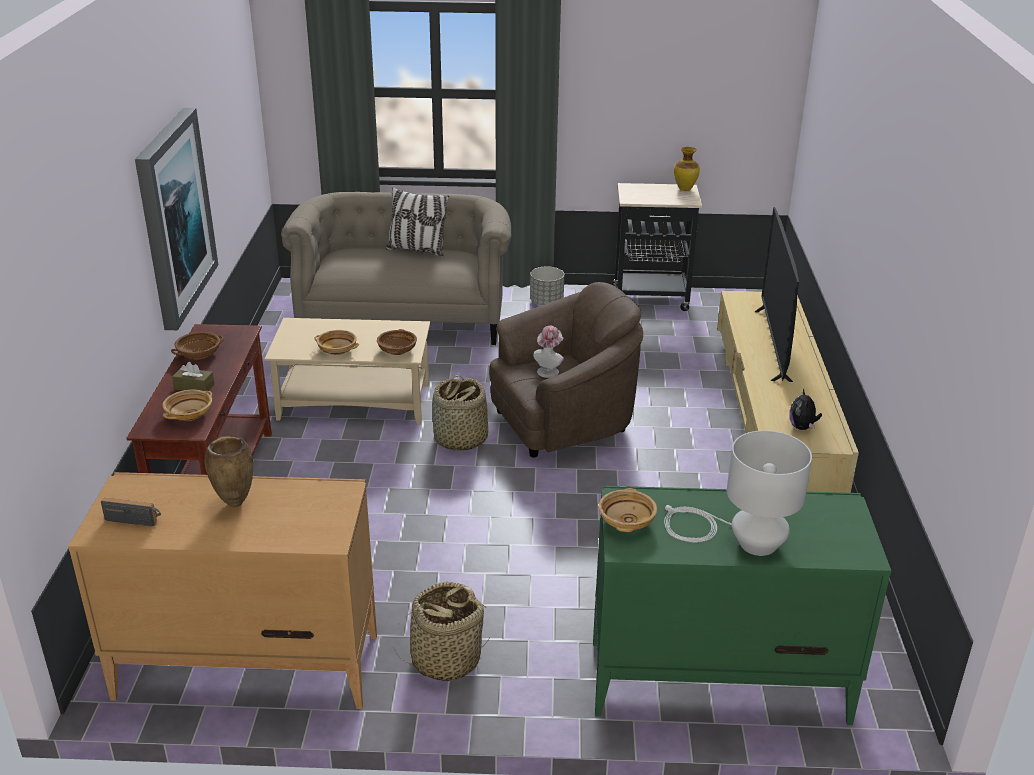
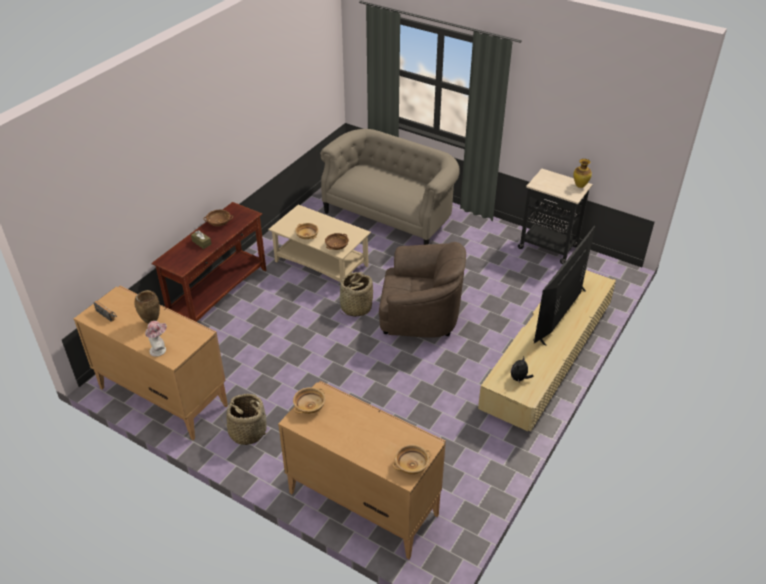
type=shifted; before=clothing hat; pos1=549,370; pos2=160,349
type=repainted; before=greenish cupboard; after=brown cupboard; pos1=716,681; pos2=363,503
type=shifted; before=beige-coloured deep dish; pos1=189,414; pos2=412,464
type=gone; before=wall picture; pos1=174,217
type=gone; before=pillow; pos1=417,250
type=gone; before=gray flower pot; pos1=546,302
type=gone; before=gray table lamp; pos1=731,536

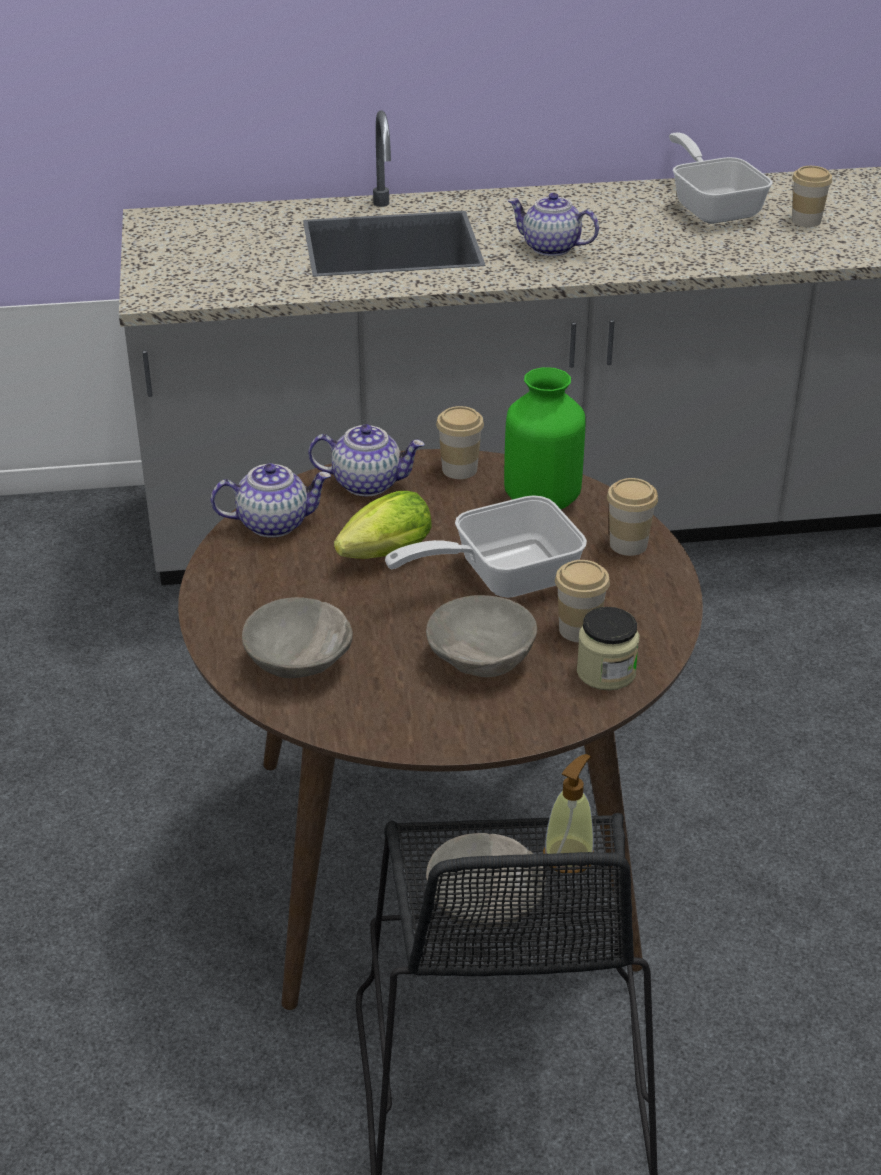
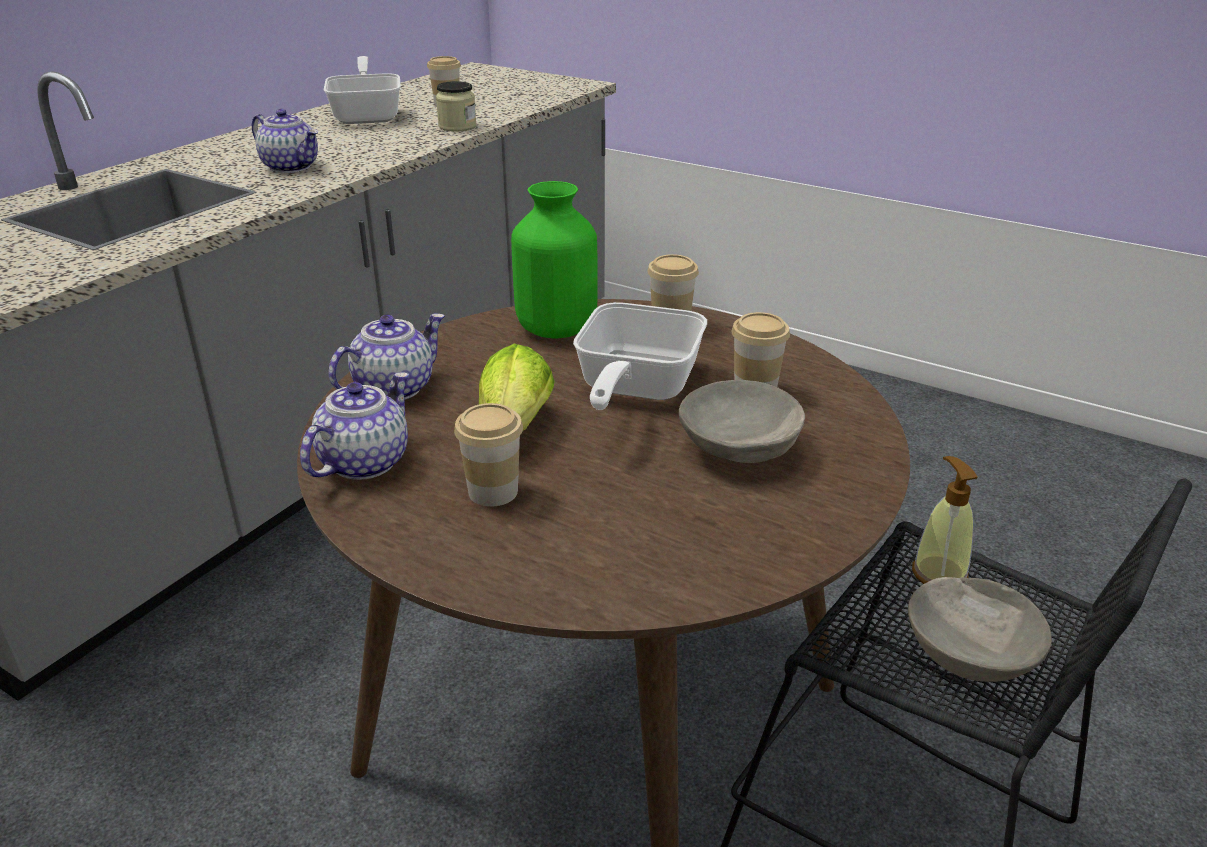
type=rotated; before=tea pot; pos1=550,248; pos2=291,167; turn=-120
type=rotated; before=frying pan; pos1=713,206; pos2=368,115; turn=60
type=shifted; before=jar; pos1=606,672; pos2=457,126
type=shifted; before=cup; pos1=459,469; pos2=493,491
type=gone; before=gray deep dish; pos1=298,661

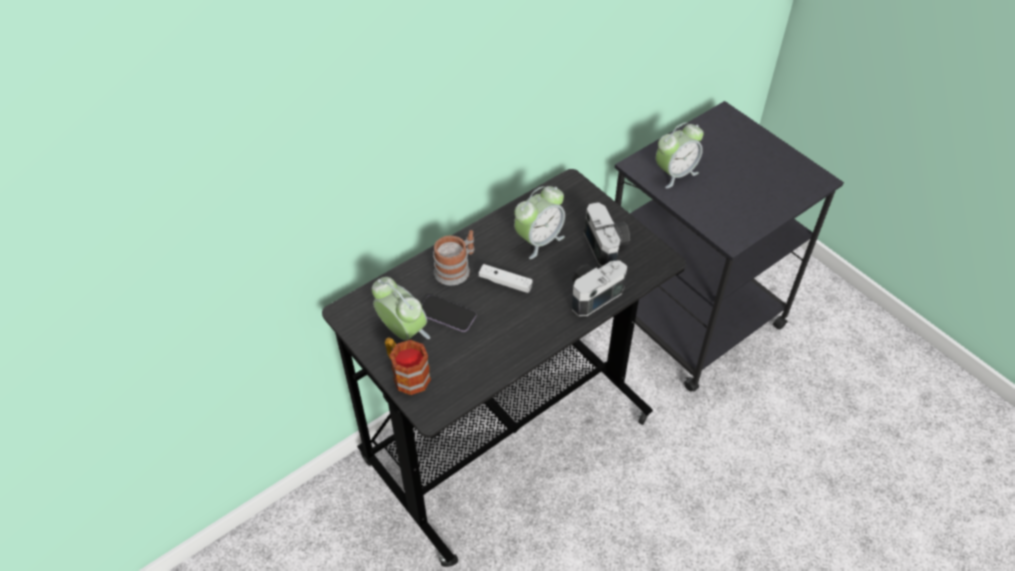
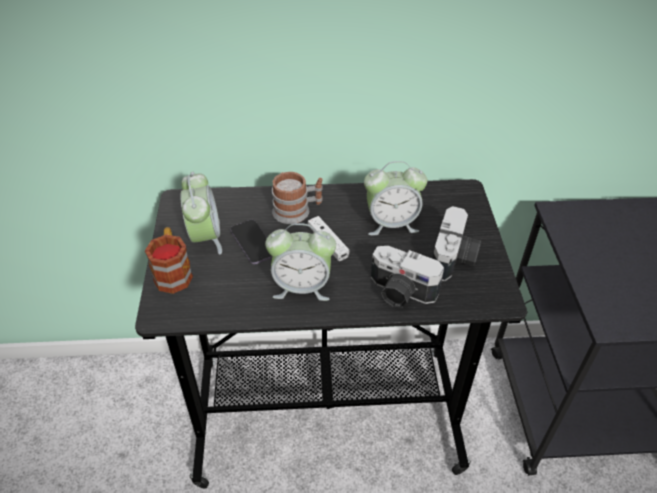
type=shifted; before=alarm clock; pos1=675,173; pos2=302,287
type=rotated; before=still camera; pos1=592,293; pos2=400,293; turn=-150

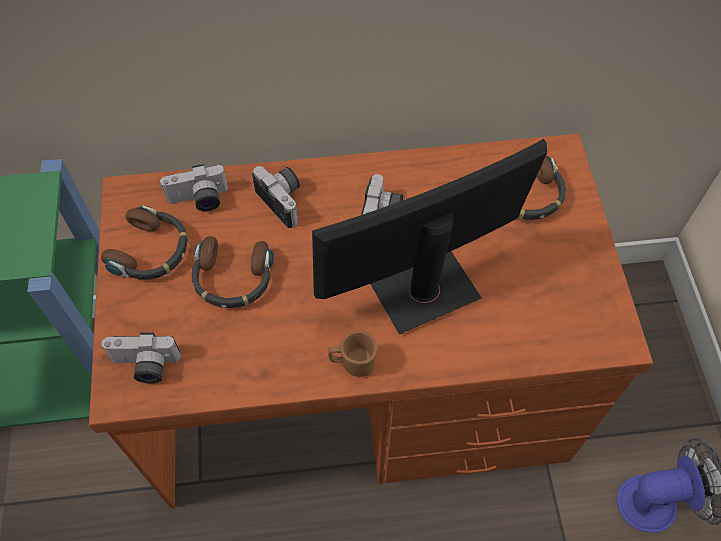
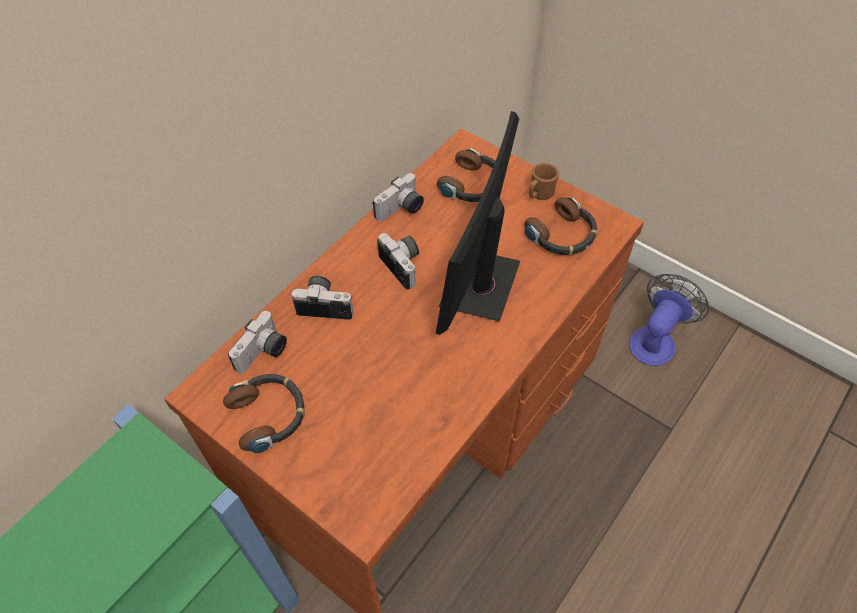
type=shifted; before=still camera; pos1=144,366; pos2=401,210
type=shifted; before=headset; pos1=232,278; pos2=562,235
type=shifted; before=brown tea mug; pos1=353,363; pos2=539,195

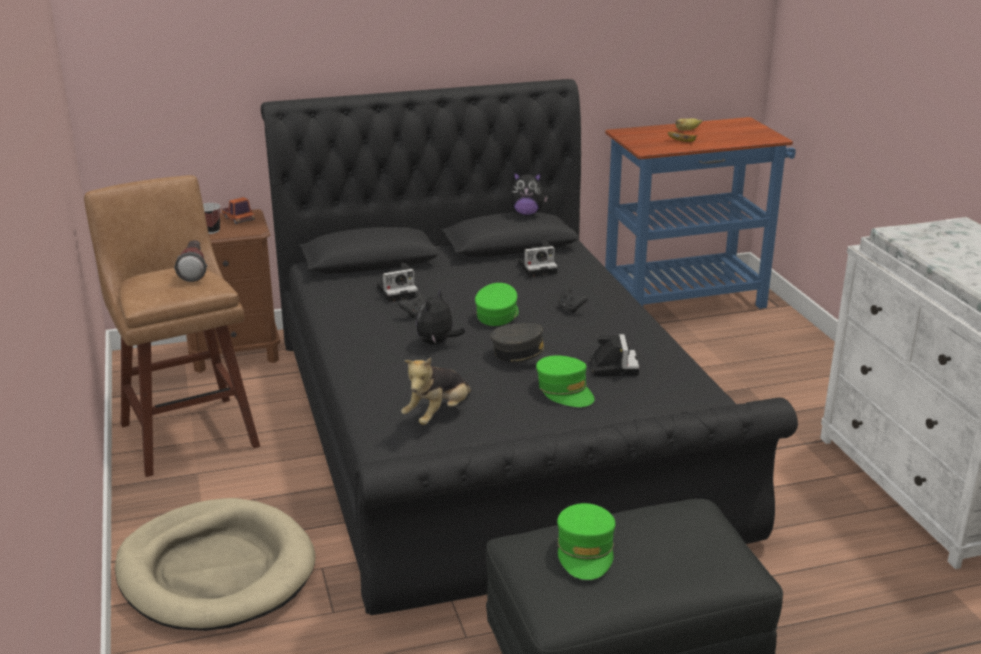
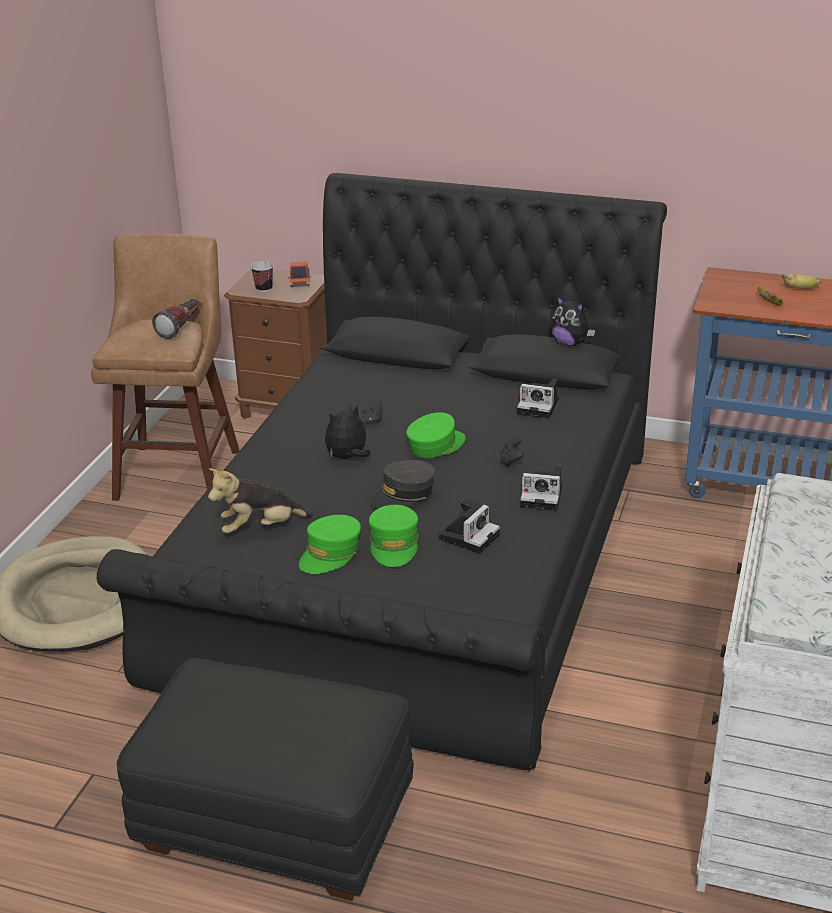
type=shifted; before=greenish peaked cap; pos1=585,551; pos2=330,554
type=rotated; before=gray peaked cap; pos1=523,354; pos2=404,495; turn=105
type=shifted; before=still camera; pos1=399,291; pos2=543,496

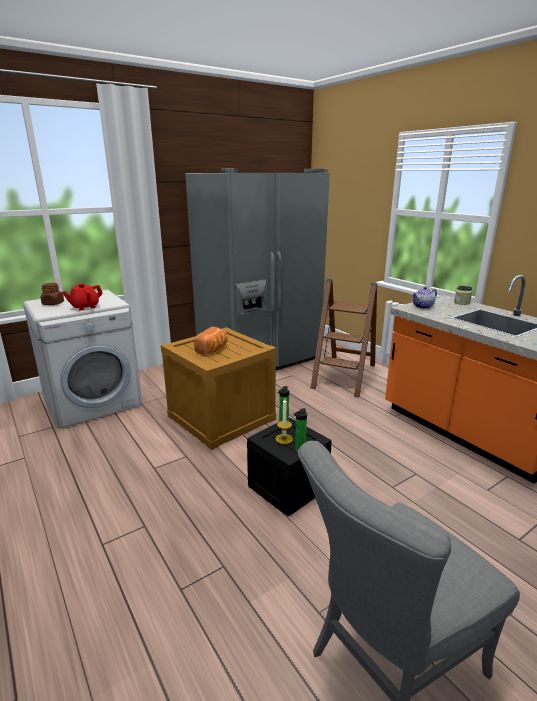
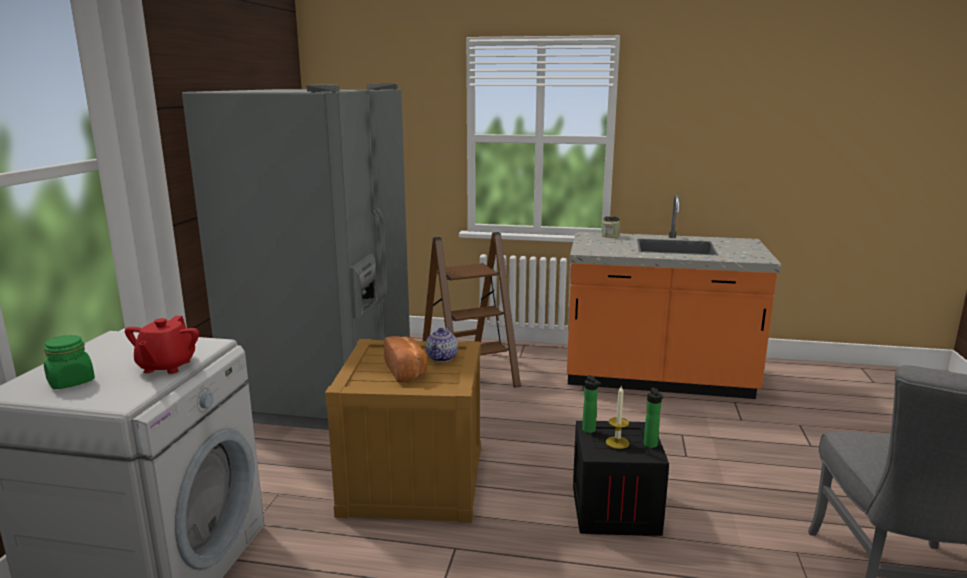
type=repainted; before=brown jar; after=greenish jar; pos1=53,303; pos2=71,382
type=shifted; before=tea pot; pos1=423,307; pos2=442,358

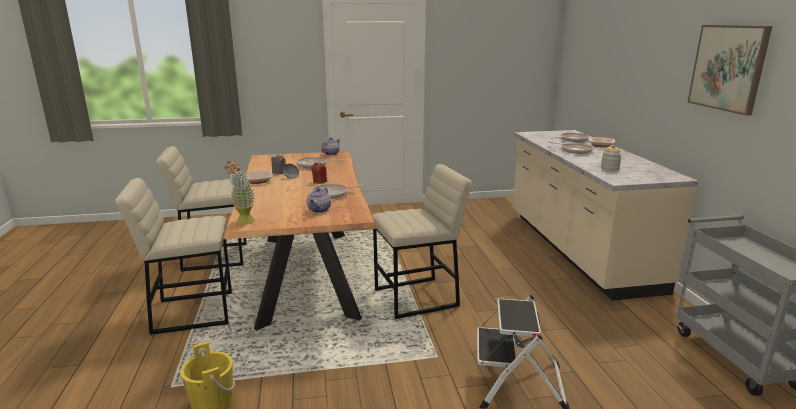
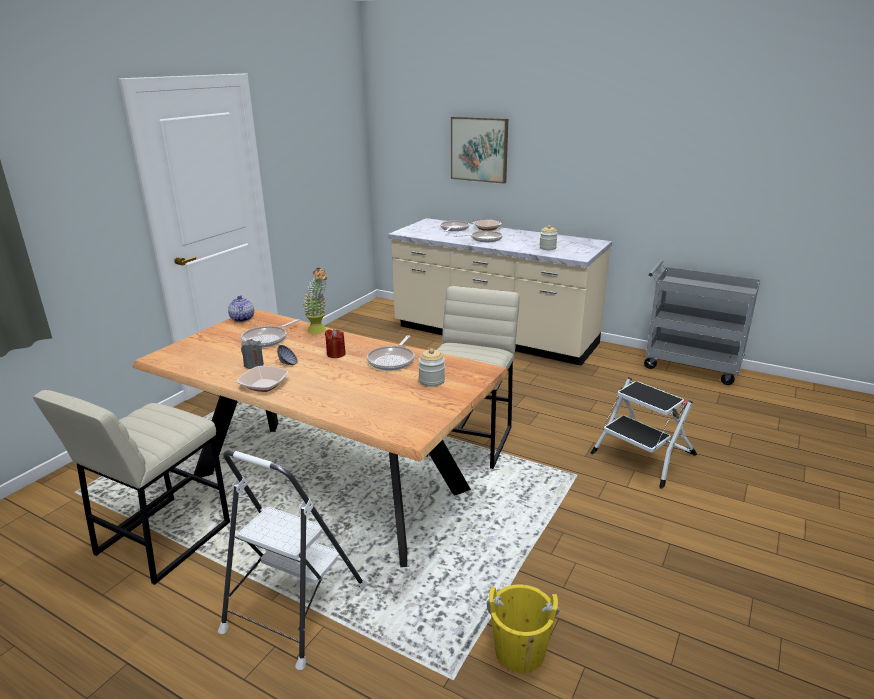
type=swapped; before=beige-coloured plain chair; after=white-coloured stepladder; pos1=191,312; pos2=292,609
type=shifted; before=plant in a pot; pos1=243,223; pos2=320,331
type=swapped; before=tea pot; after=jar; pos1=319,210; pos2=431,381
type=shifted; before=wall picture; pos1=728,68; pos2=479,149

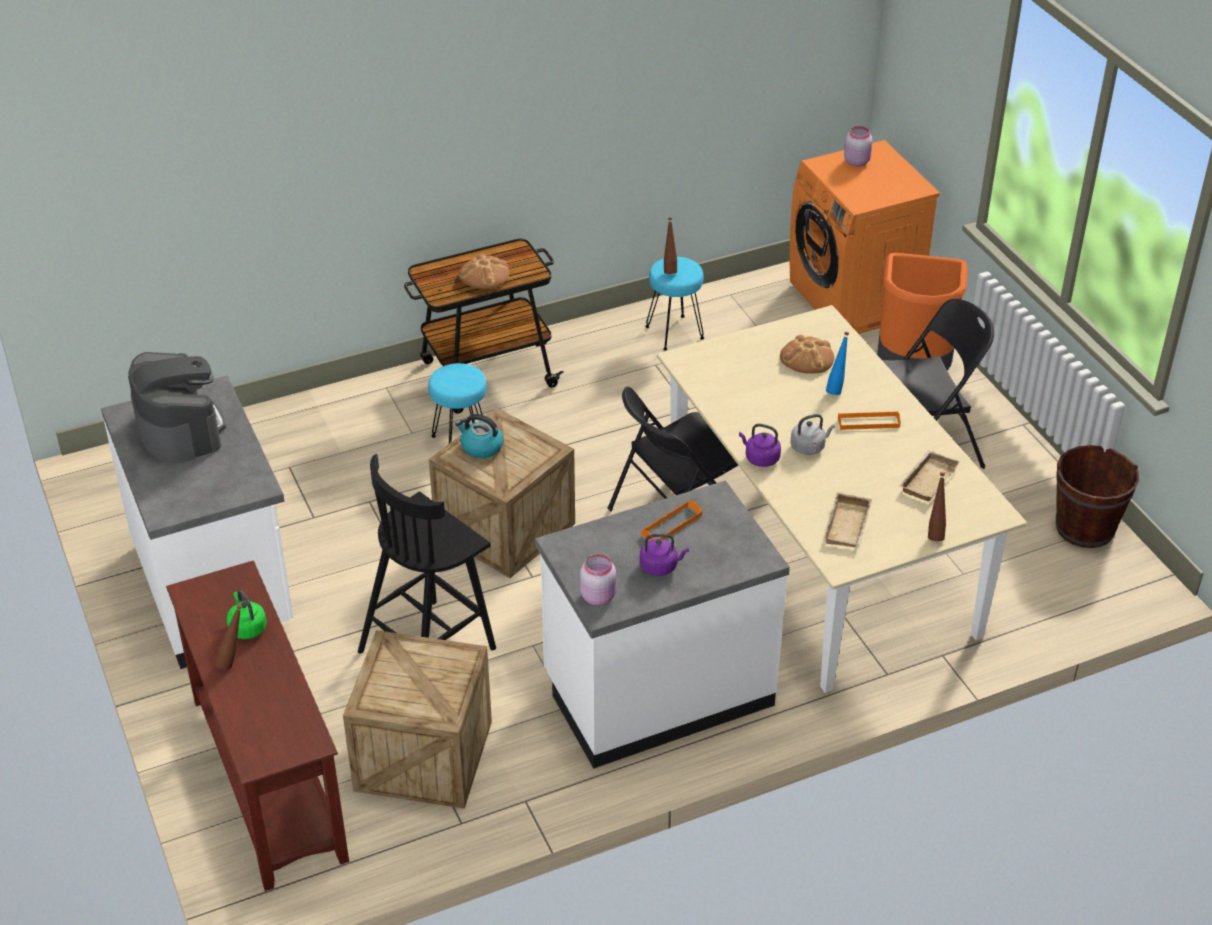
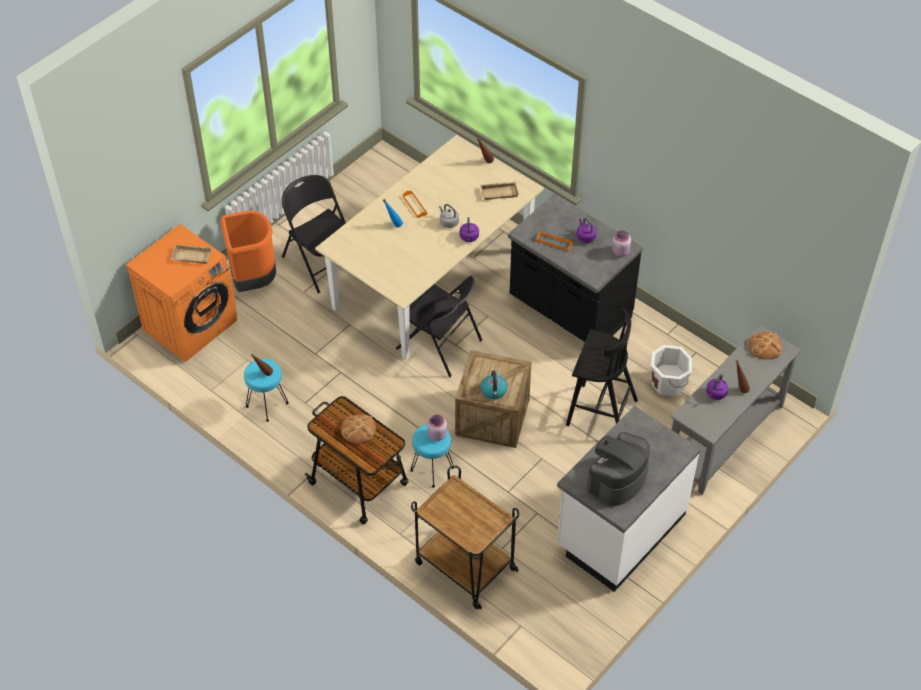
type=shifted; before=beige-coloured carrying tray; pos1=927,479; pos2=191,257
type=new; after=brown trolley; pos2=464,565
type=shifted; before=pink jar; pos1=856,161; pos2=436,435
type=repainted; before=white-coloured counter; after=black counter; pos1=657,691; pos2=569,310
type=swapped; before=packing crate; after=white-coloured water bucket; pos1=423,756; pos2=668,383
type=repainted; before=brown hall table; after=gray hall table; pos1=267,778; pos2=724,438
type=repainted; before=greenish tea kettle; after=purplish tea kettle; pos1=247,627; pos2=715,394
type=shifted; before=baked bread; pos1=807,358; pos2=765,346
type=gone; before=brown water bucket; pos1=1085,528

